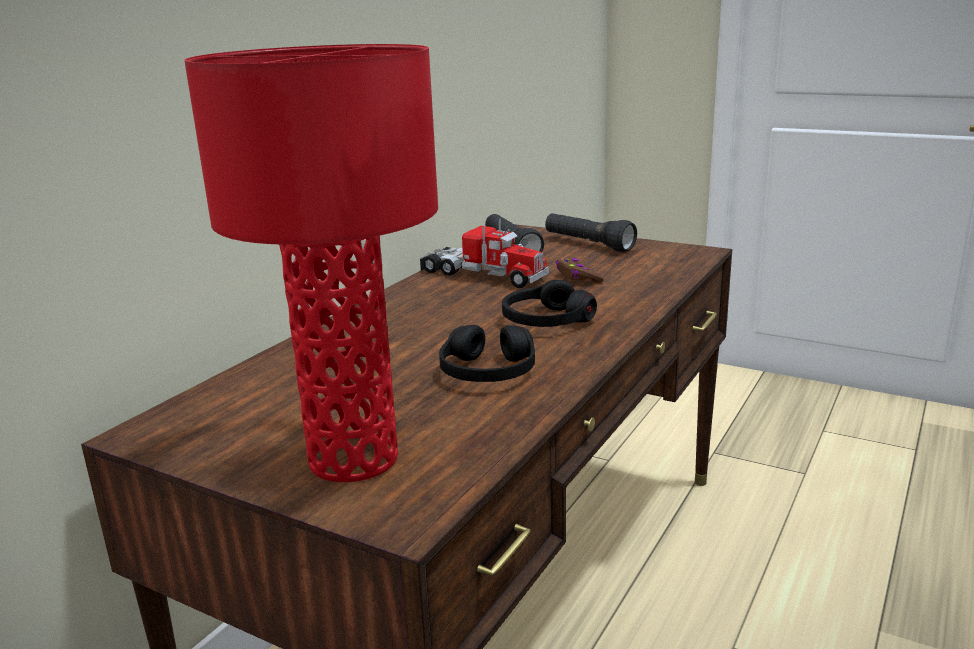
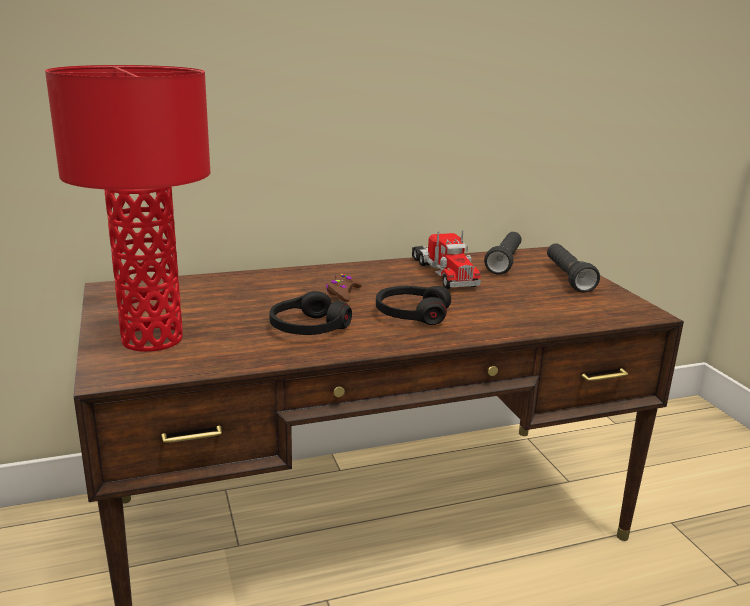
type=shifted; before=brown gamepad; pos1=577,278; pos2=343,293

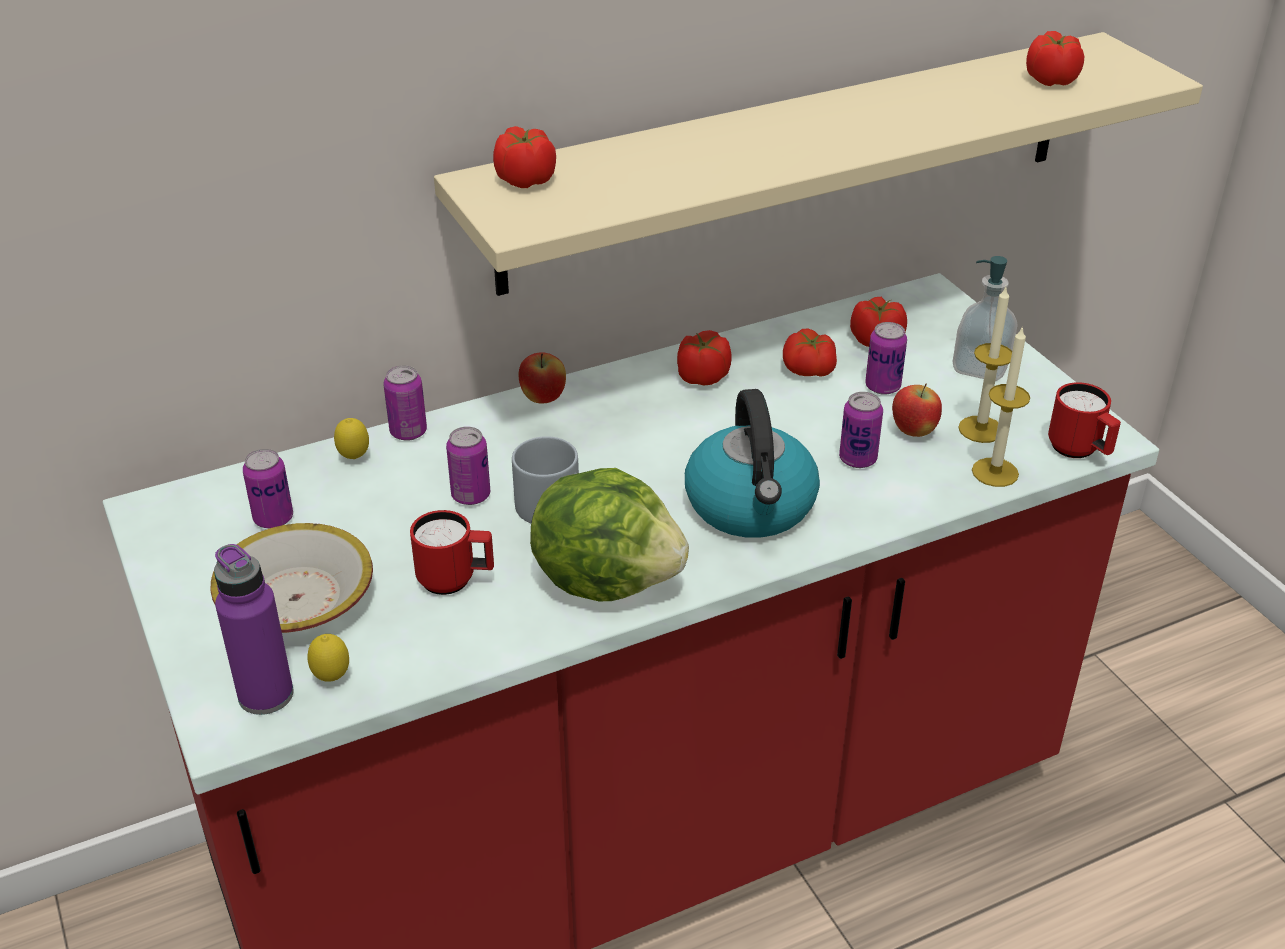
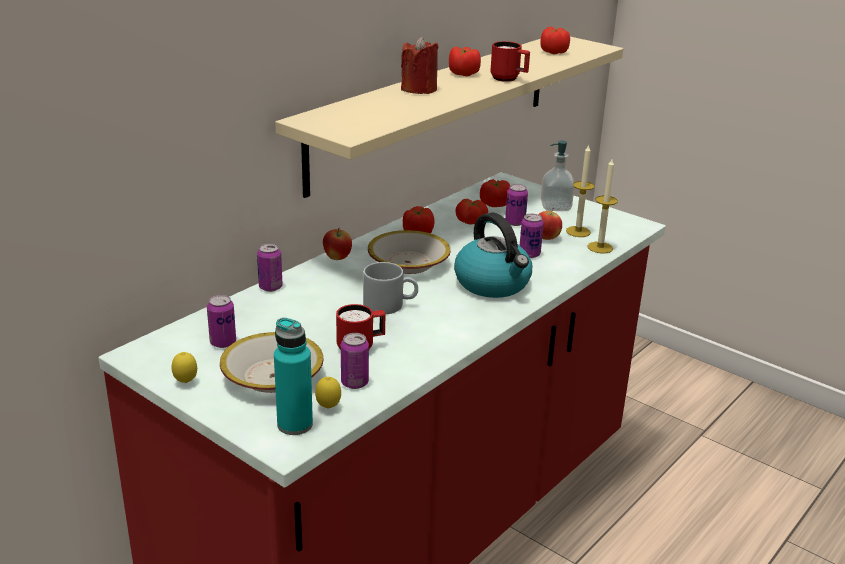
type=shifted; before=citrus fruit; pos1=354,458; pos2=186,382
type=repainted; before=purplish beverage bottle; after=turquoise-coloured beverage bottle; pos1=266,695; pos2=295,424
type=shifted; before=metal can; pos1=471,495; pos2=354,383
type=new; after=deep dish; pos2=408,263
type=new; after=red wax light; pos2=419,89
type=shifted; before=fresh tomato; pos1=525,180; pos2=463,74
type=shifted; before=red tea mug; pos1=1079,451; pos2=509,79
type=gone; before=lettuce head; pos1=607,578

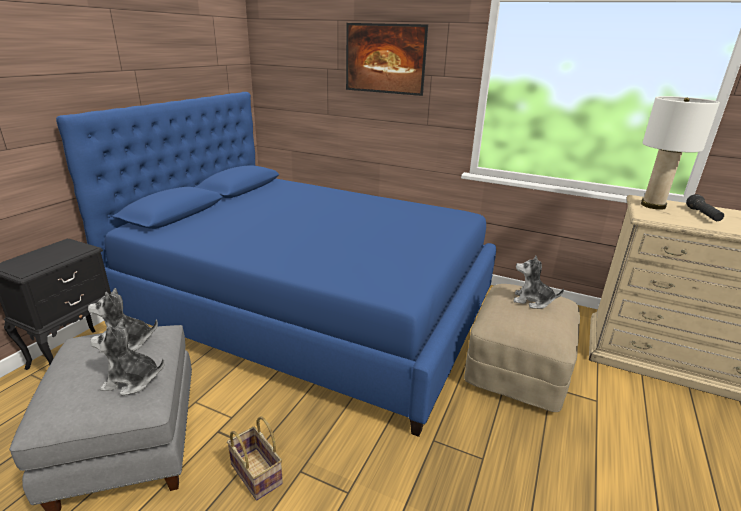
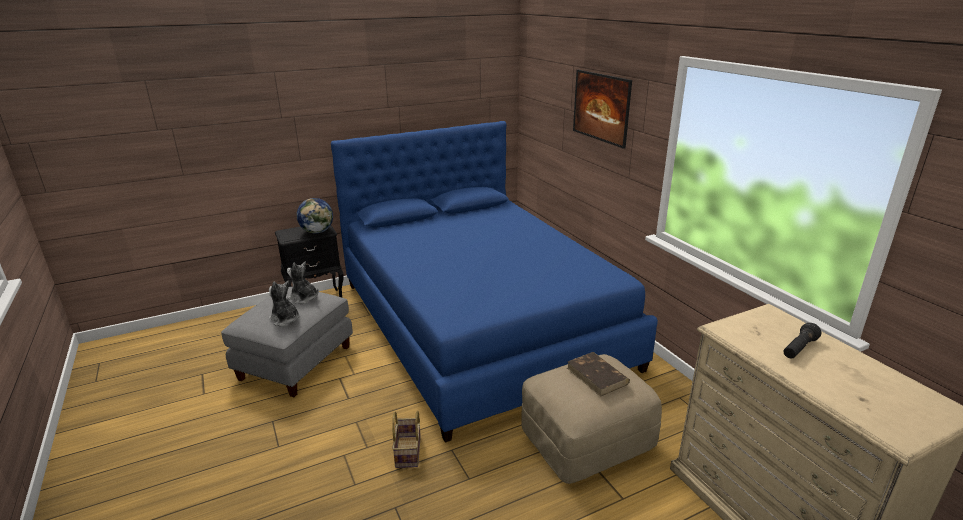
type=new; after=world globe; pos2=317,232
type=shifted; before=household basket; pos1=258,474; pos2=409,452
type=swapped; before=soft toy; after=brown volume; pos1=532,301; pos2=597,376
type=gone; before=white-coloured table lamp; pos1=653,206

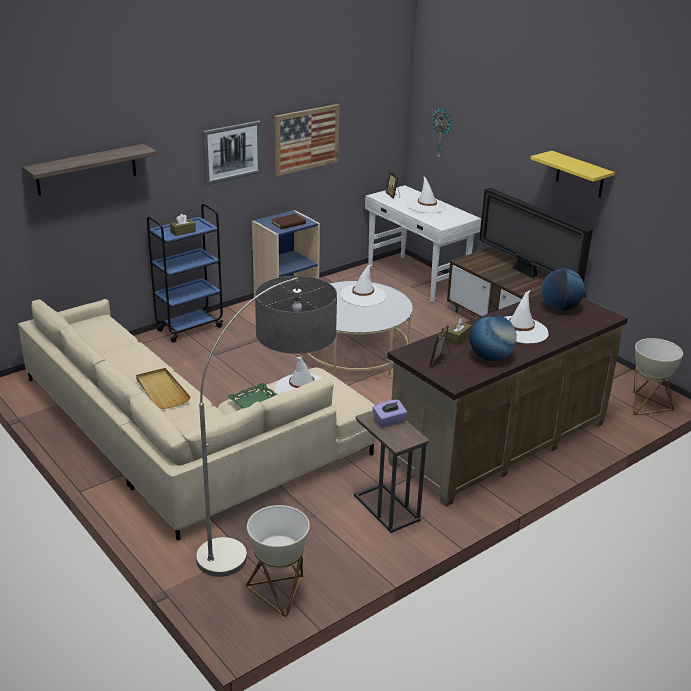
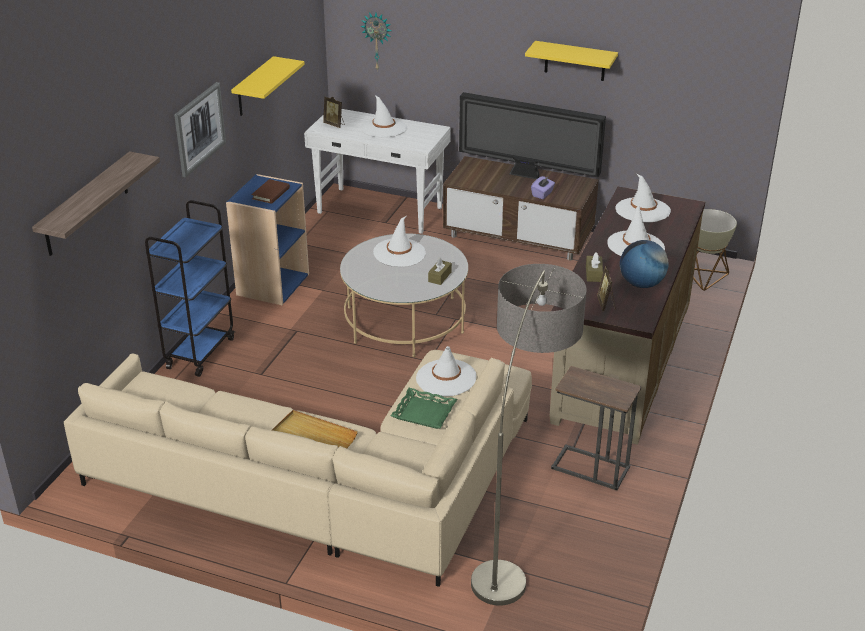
type=swapped; before=wall picture; after=yellowish bracket shelf; pos1=306,139; pos2=254,87
type=shifted; before=brown box of tissues; pos1=183,232; pos2=439,277
type=shifted; before=purplish box of tissues; pos1=389,421; pos2=542,194
type=swapped; before=world globe; after=white-coloured clothing hat; pos1=560,308; pos2=642,210
type=gone; before=flower pot; pos1=279,592

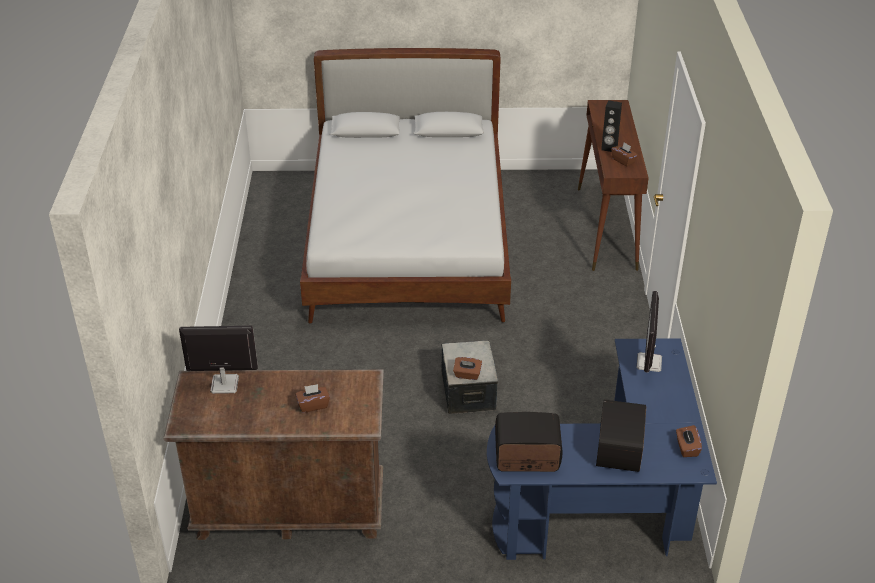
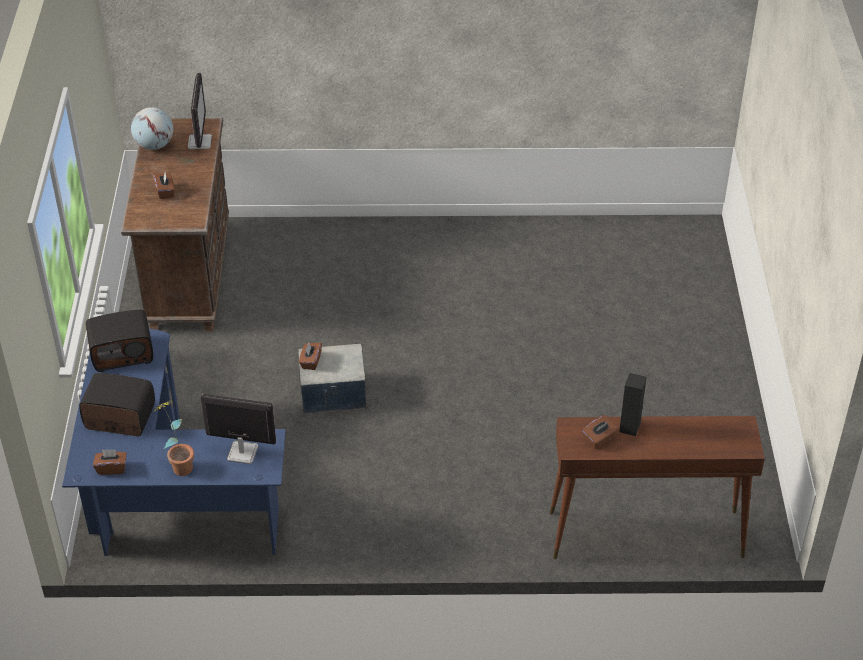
type=rotated; before=radio; pos1=526,457; pos2=122,352; turn=75
type=new; after=world globe; pos2=154,145
type=new; after=plant in a pot; pos2=179,465
type=gone; before=white-coloured bed; pos1=408,244

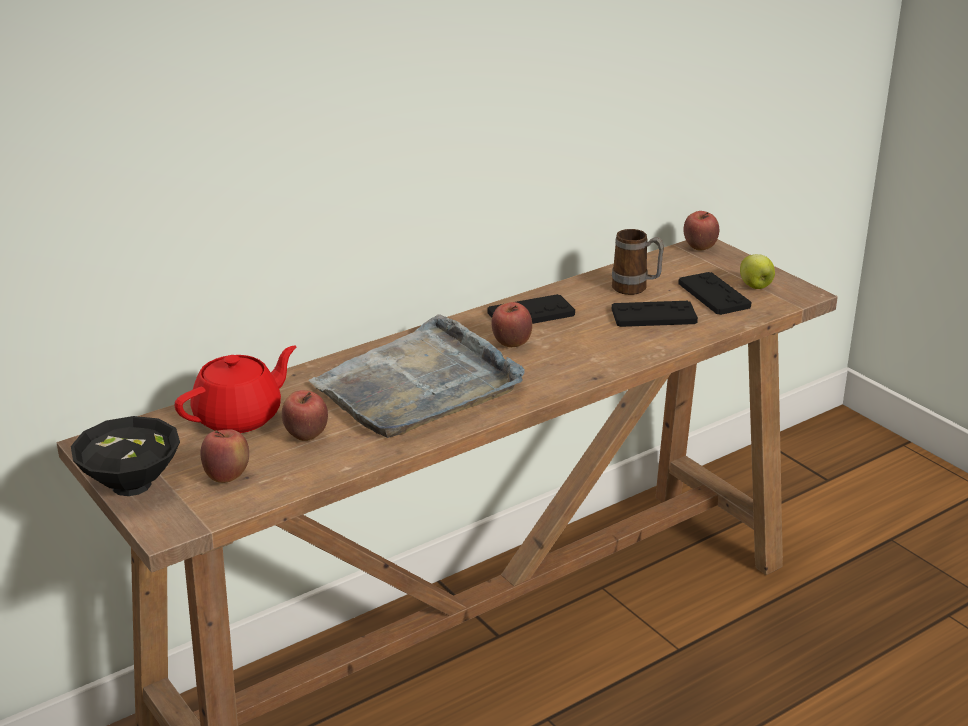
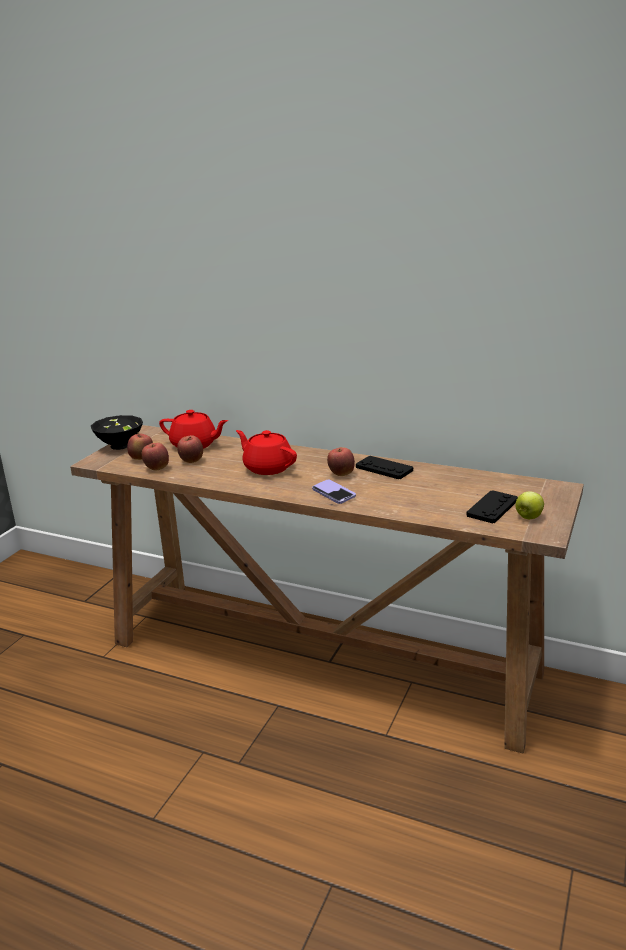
type=shifted; before=whole apple; pos1=699,248; pos2=156,468
type=swapped; before=gray carrying tray; after=red tea pot; pos1=419,385; pos2=267,468
type=new; after=telephone; pos2=333,493
type=gone; before=tea mug; pos1=636,289
type=gone; before=black gamepad; pos1=654,316

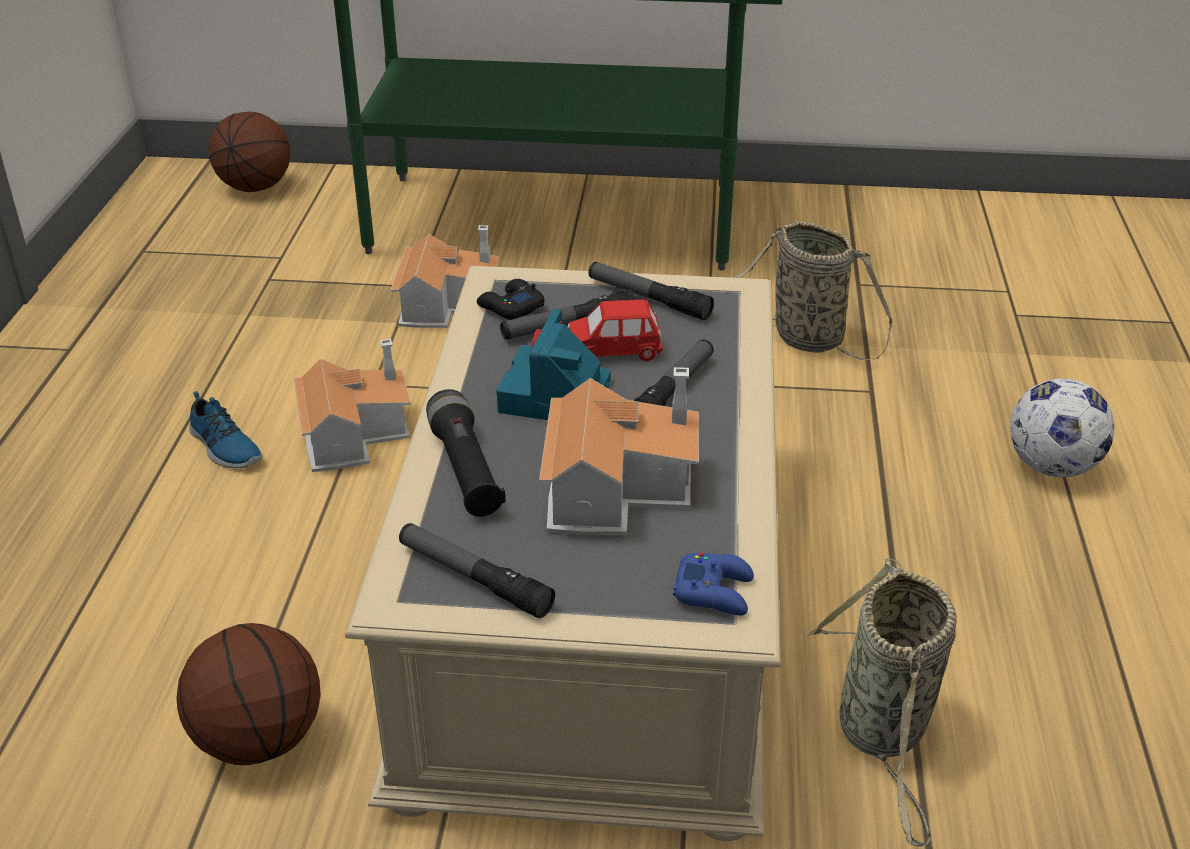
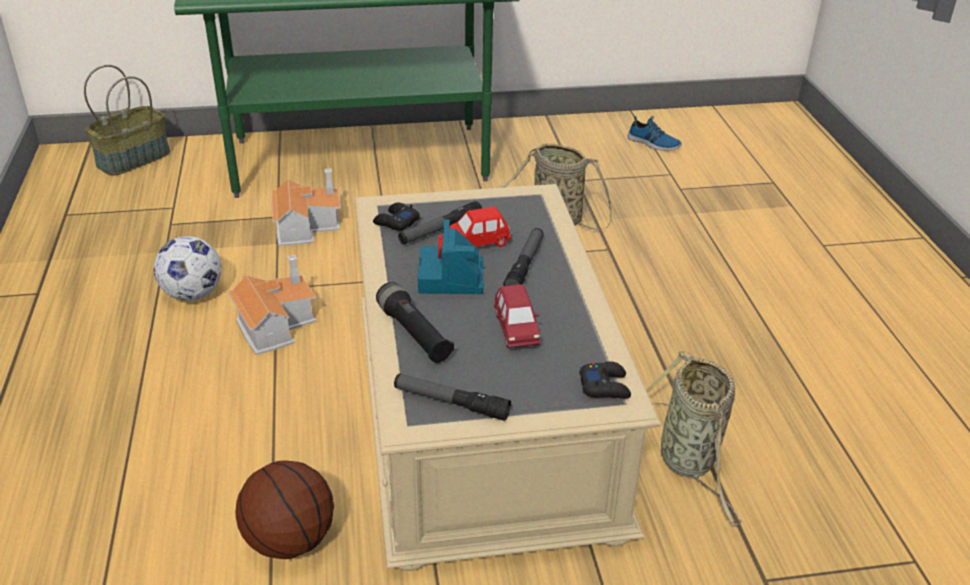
type=swapped; before=basketball ball; after=household basket; pos1=255,187; pos2=133,158
type=shifted; before=football; pos1=1051,466; pos2=192,294
type=swapped; before=miniature house; after=red toy car; pos1=616,486; pos2=516,330
type=repainted; before=blue-coloured gamepad; after=black gamepad; pos1=714,591; pos2=605,386
type=shifted; before=item of footwear; pos1=224,447; pos2=653,143
type=gone; before=hand torch; pos1=648,299

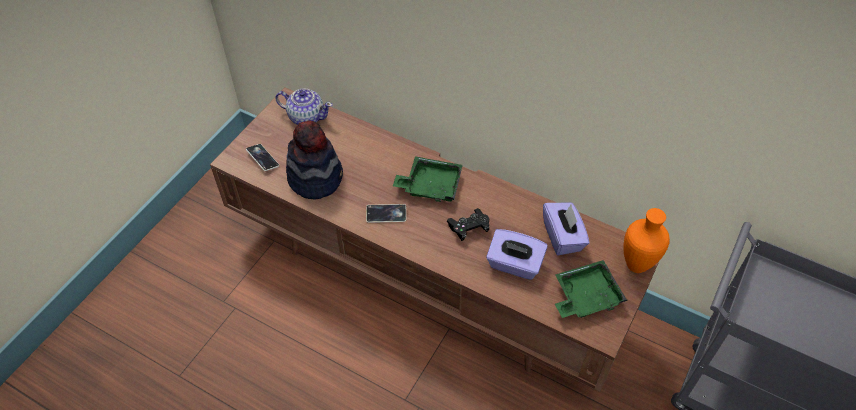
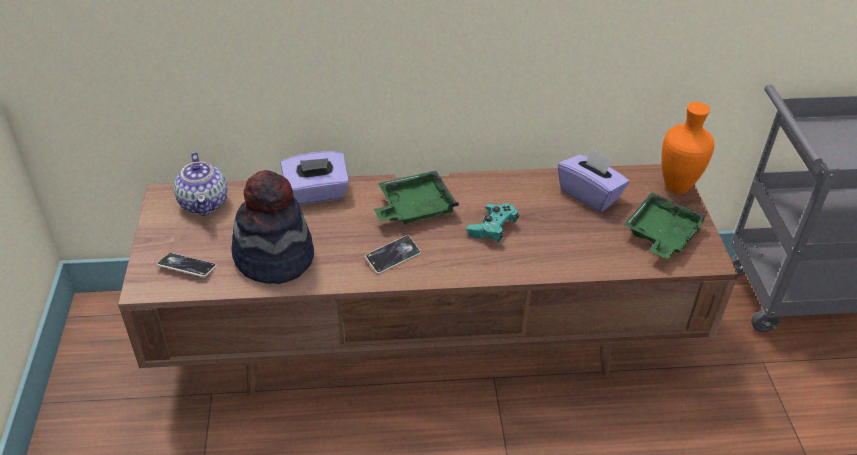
type=rotated; before=tea pot; pos1=306,117; pos2=204,202; turn=90
type=shifted; before=purplish box of tissues; pos1=514,264; pos2=317,194
type=repainted; before=black gamepad; after=turquoise-coloured gamepad; pos1=468,228; pos2=492,229

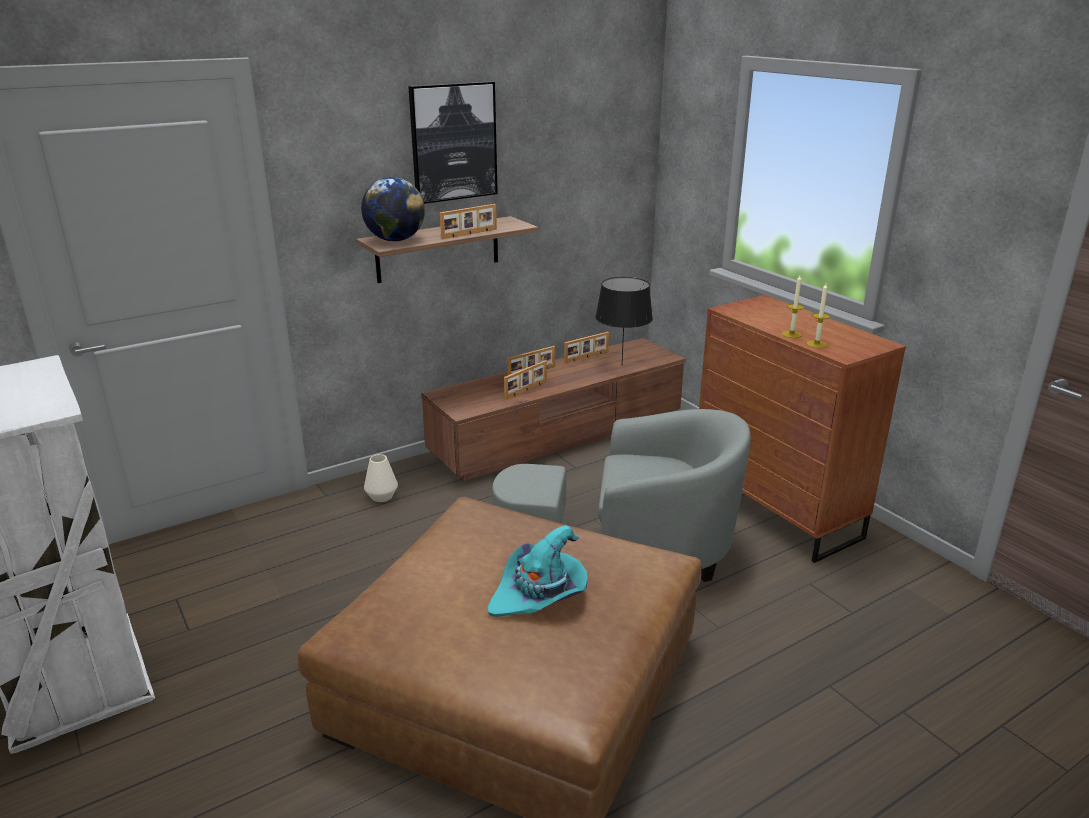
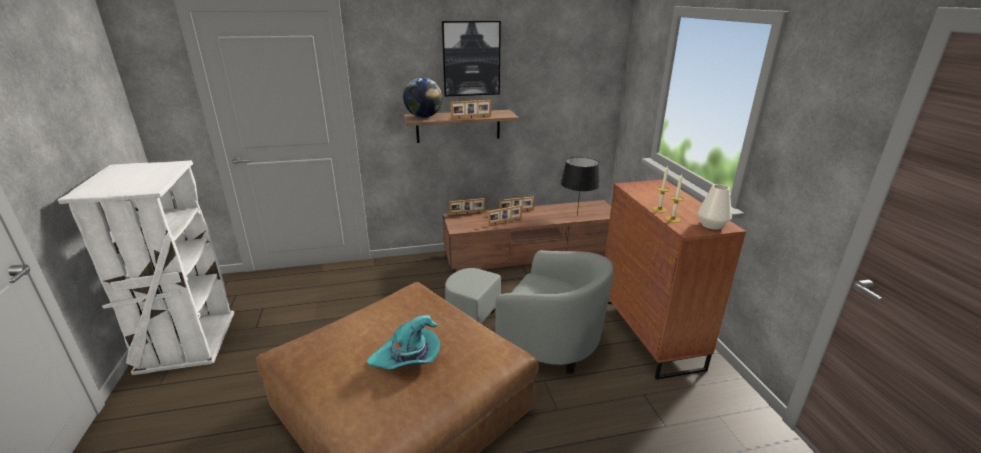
type=shifted; before=standing frame; pos1=587,357; pos2=467,213
type=shifted; before=white-coloured decorative vase; pos1=381,496; pos2=711,225

